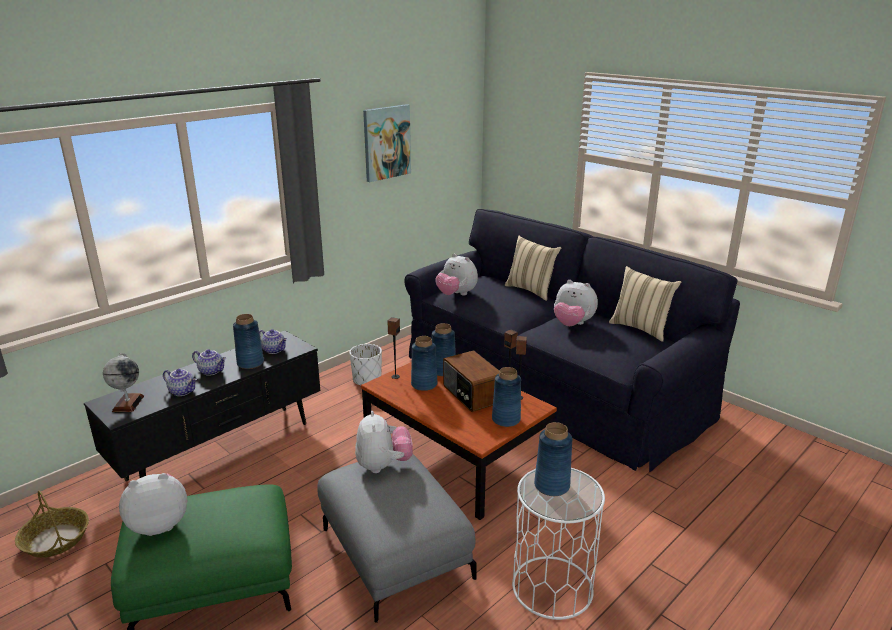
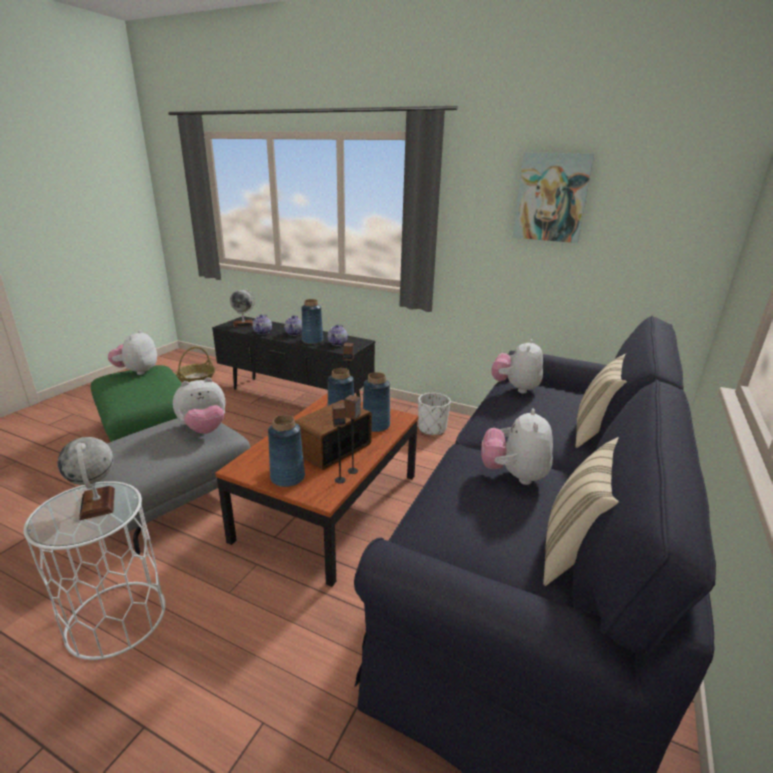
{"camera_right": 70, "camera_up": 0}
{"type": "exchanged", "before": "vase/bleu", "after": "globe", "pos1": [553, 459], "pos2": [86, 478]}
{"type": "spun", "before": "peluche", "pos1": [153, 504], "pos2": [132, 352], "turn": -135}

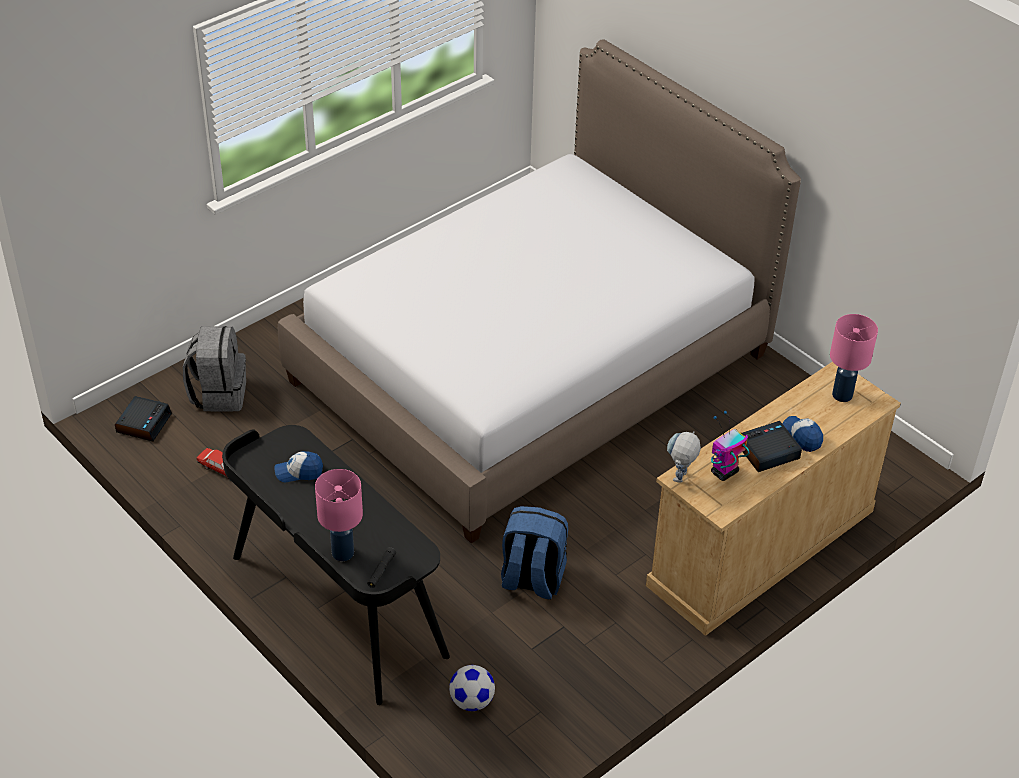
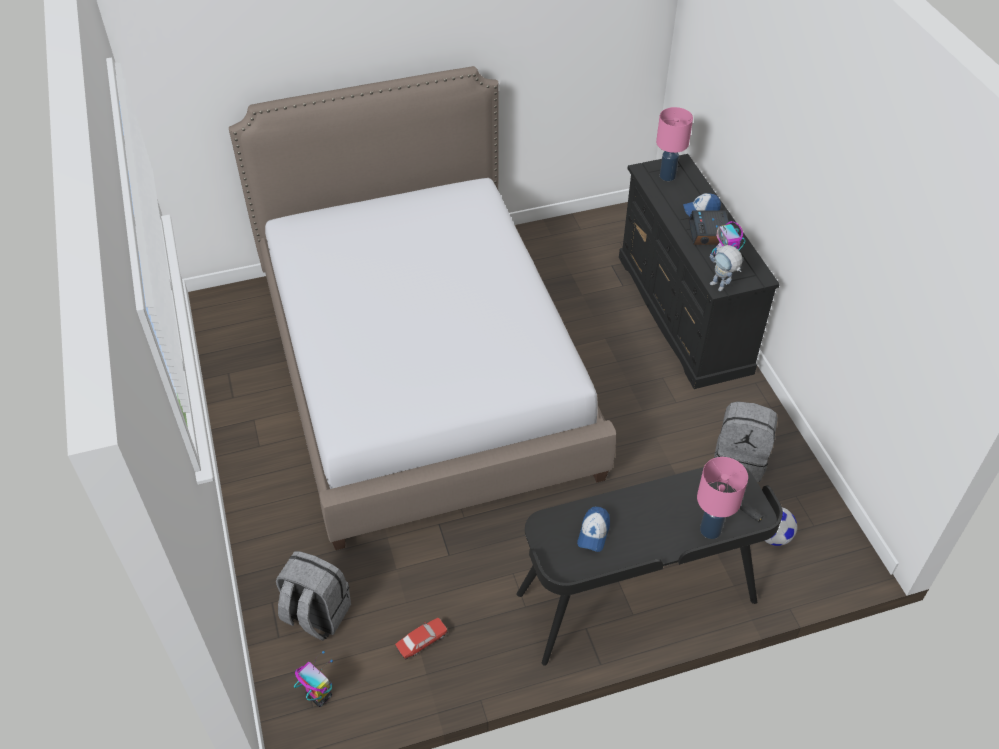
{"camera_right": -65, "camera_up": 5}
{"type": "missing", "before": "sac à dos/bleu", "pos1": [534, 552]}
{"type": "appeared", "after": "sac à dos/gris", "pos2": [746, 442]}
{"type": "exchanged", "before": "réveil", "after": "robot jouet", "pos1": [143, 419], "pos2": [313, 679]}
{"type": "colour", "before": "commode/beige", "after": "commode/noir", "pos1": [773, 499], "pos2": [699, 271]}

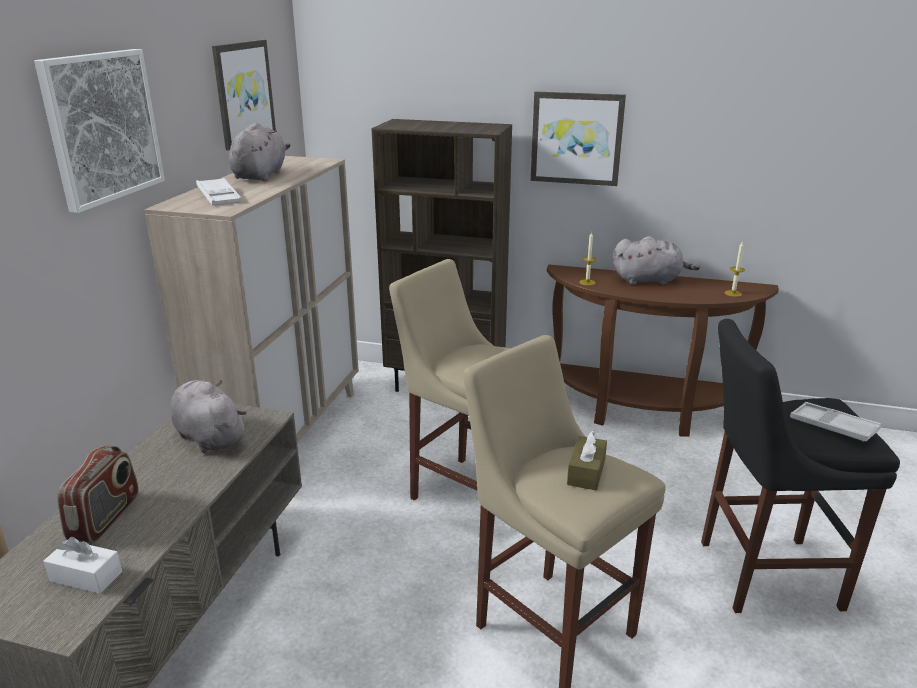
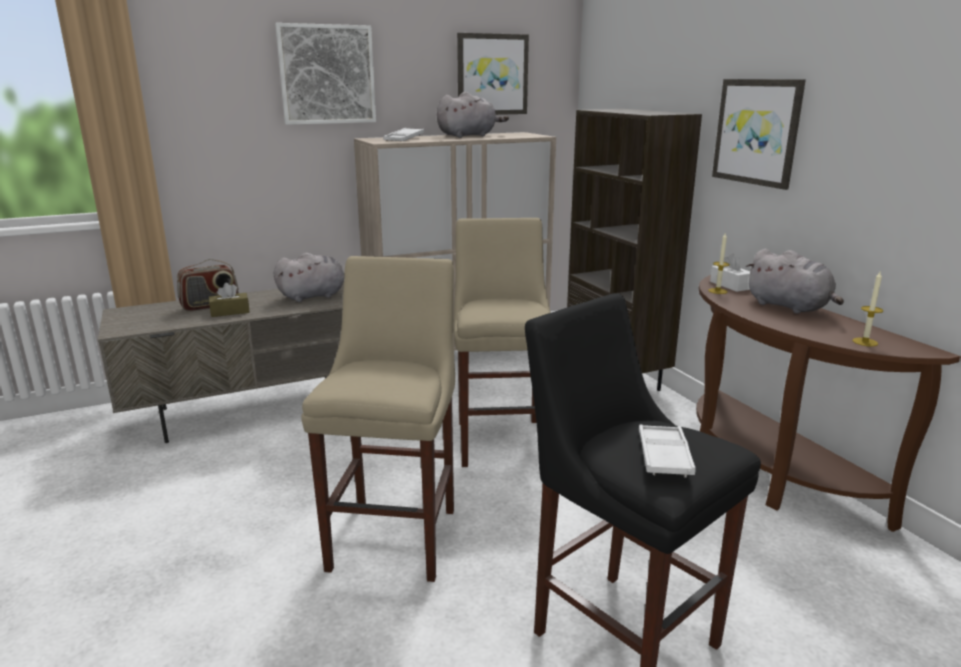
{"camera_right": 50, "camera_up": -5}
{"type": "relocated", "before": "boîte à mouchoirs/blanc", "pos1": [82, 565], "pos2": [730, 273]}
{"type": "relocated", "before": "boîte à mouchoirs/marron", "pos1": [587, 460], "pos2": [229, 300]}
{"type": "spun", "before": "peluche/gris", "pos1": [209, 416], "pos2": [309, 277], "turn": 60}

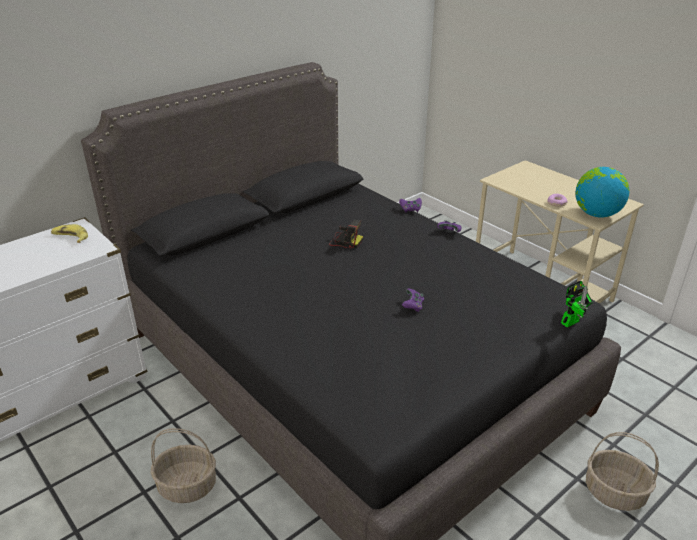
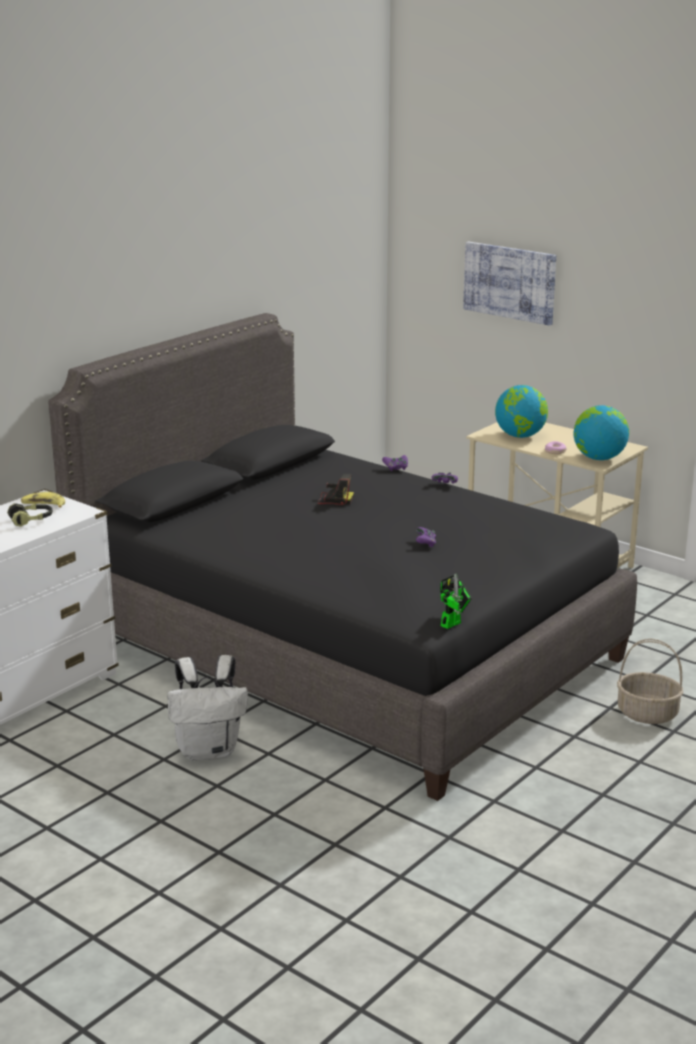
{"camera_right": -10, "camera_up": -10}
{"type": "appeared", "after": "casque audio", "pos2": [30, 515]}
{"type": "appeared", "after": "tableau", "pos2": [509, 283]}
{"type": "appeared", "after": "globe", "pos2": [521, 411]}
{"type": "relocated", "before": "robot jouet", "pos1": [577, 304], "pos2": [456, 601]}
{"type": "exchanged", "before": "panier", "after": "sac à dos/blanc", "pos1": [183, 465], "pos2": [207, 708]}

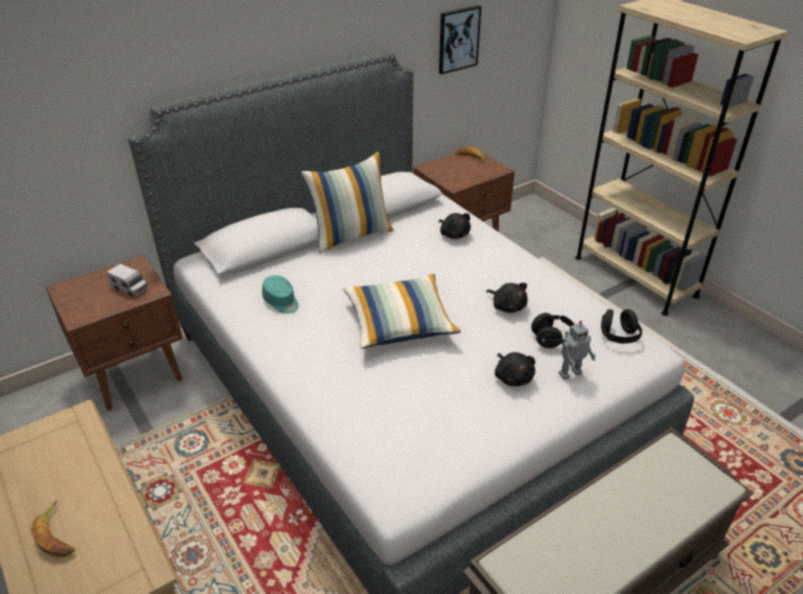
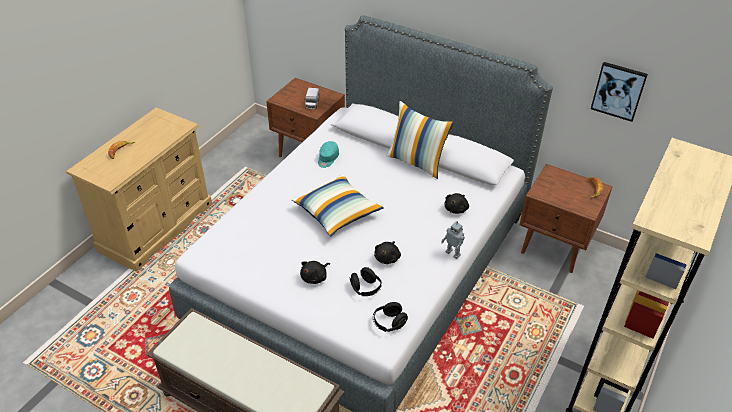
{"camera_right": 65, "camera_up": 5}
{"type": "relocated", "before": "robot jouet", "pos1": [577, 350], "pos2": [453, 240]}

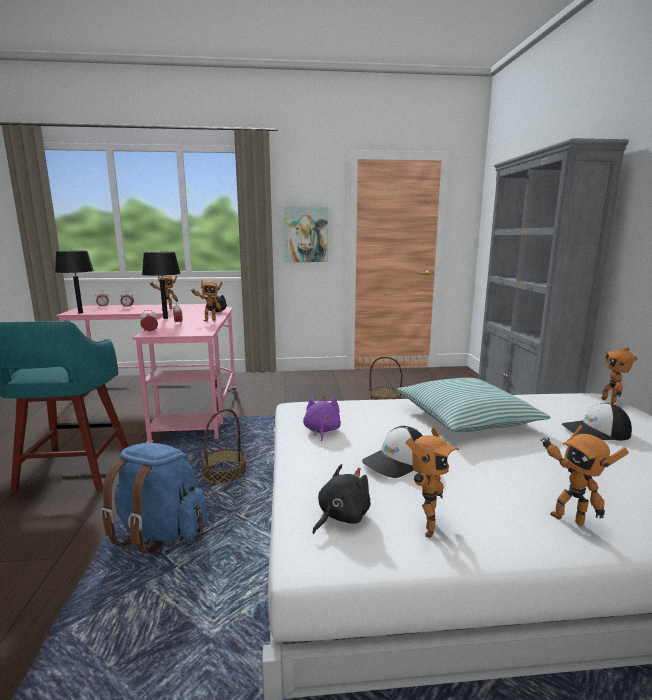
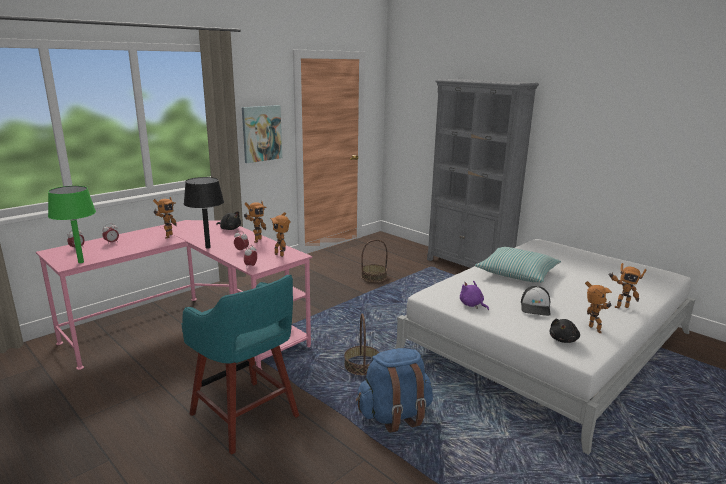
{"camera_right": -40, "camera_up": 5}
{"type": "missing", "before": "casquette", "pos1": [597, 422]}
{"type": "relocated", "before": "robot jouet", "pos1": [619, 375], "pos2": [280, 234]}
{"type": "colour", "before": "lampe de table/noir", "after": "lampe de table/vert", "pos1": [74, 282], "pos2": [72, 224]}
{"type": "spun", "before": "peluche/noir", "pos1": [341, 499], "pos2": [565, 331], "turn": -150}

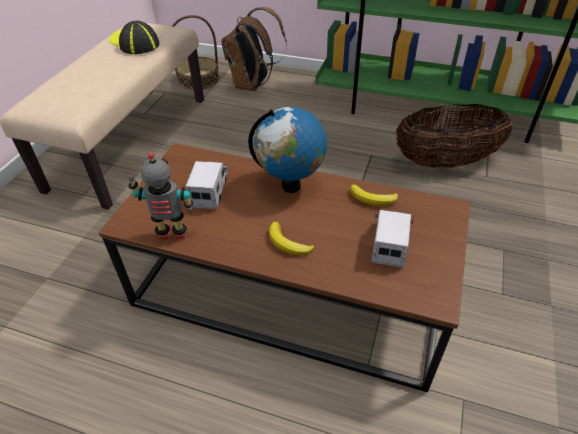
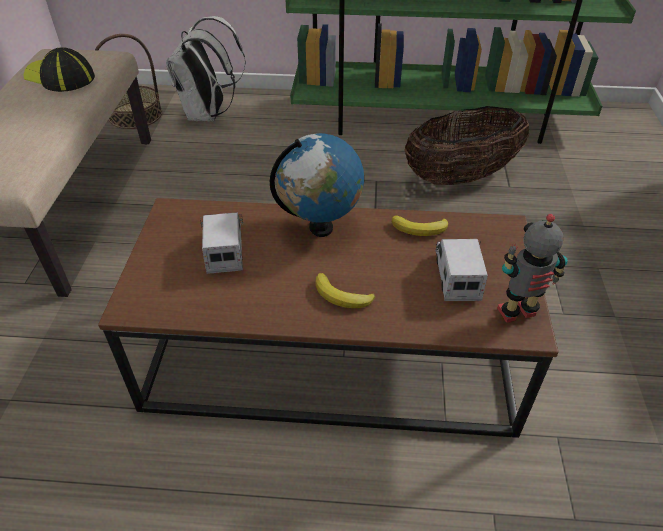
{"camera_right": -15, "camera_up": 0}
{"type": "relocated", "before": "robot jouet", "pos1": [160, 196], "pos2": [532, 268]}
{"type": "colour", "before": "sac à dos/marron", "after": "sac à dos/blanc", "pos1": [254, 49], "pos2": [206, 69]}

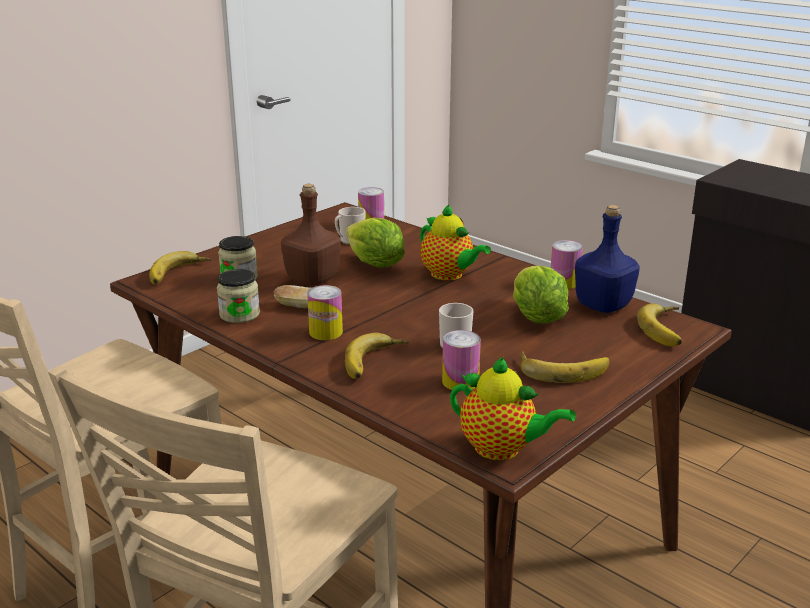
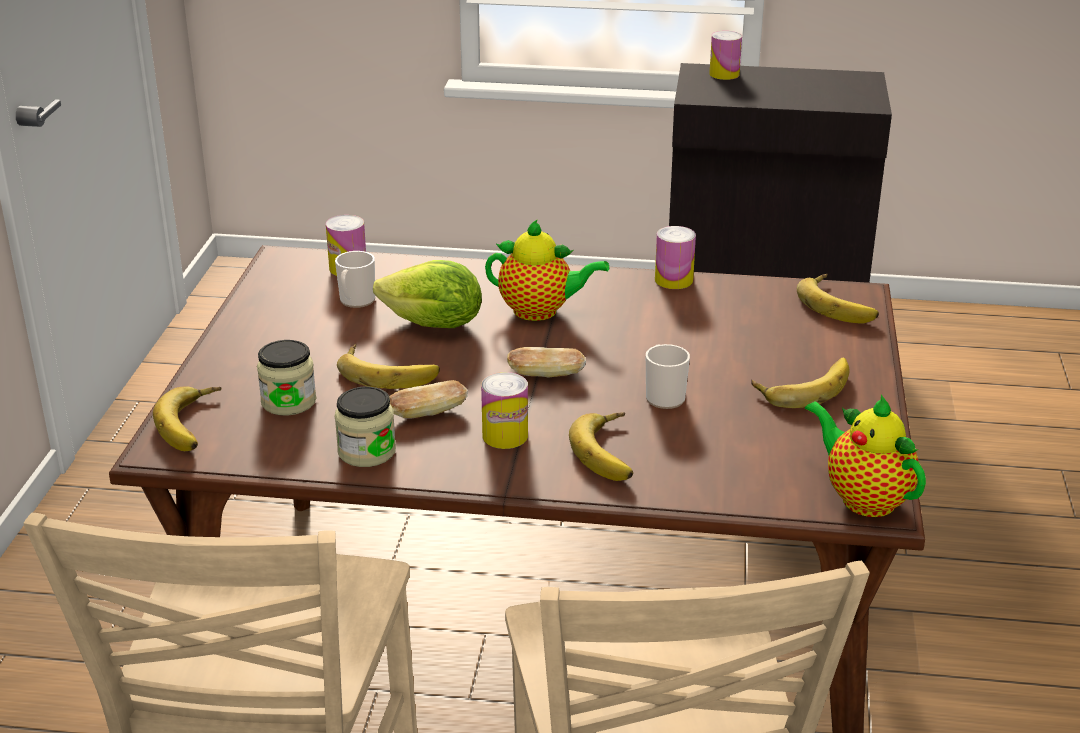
{"camera_right": -35, "camera_up": 5}
{"type": "missing", "before": "laitue", "pos1": [541, 295]}
{"type": "missing", "before": "bouteille/bleu", "pos1": [607, 259]}
{"type": "appeared", "after": "pain", "pos2": [546, 362]}
{"type": "relocated", "before": "boîte métallique", "pos1": [461, 360], "pos2": [725, 55]}
{"type": "exchanged", "before": "bouteille/marron", "after": "banane", "pos1": [311, 235], "pos2": [388, 366]}
{"type": "spun", "before": "théière", "pos1": [513, 408], "pos2": [865, 456], "turn": -120}

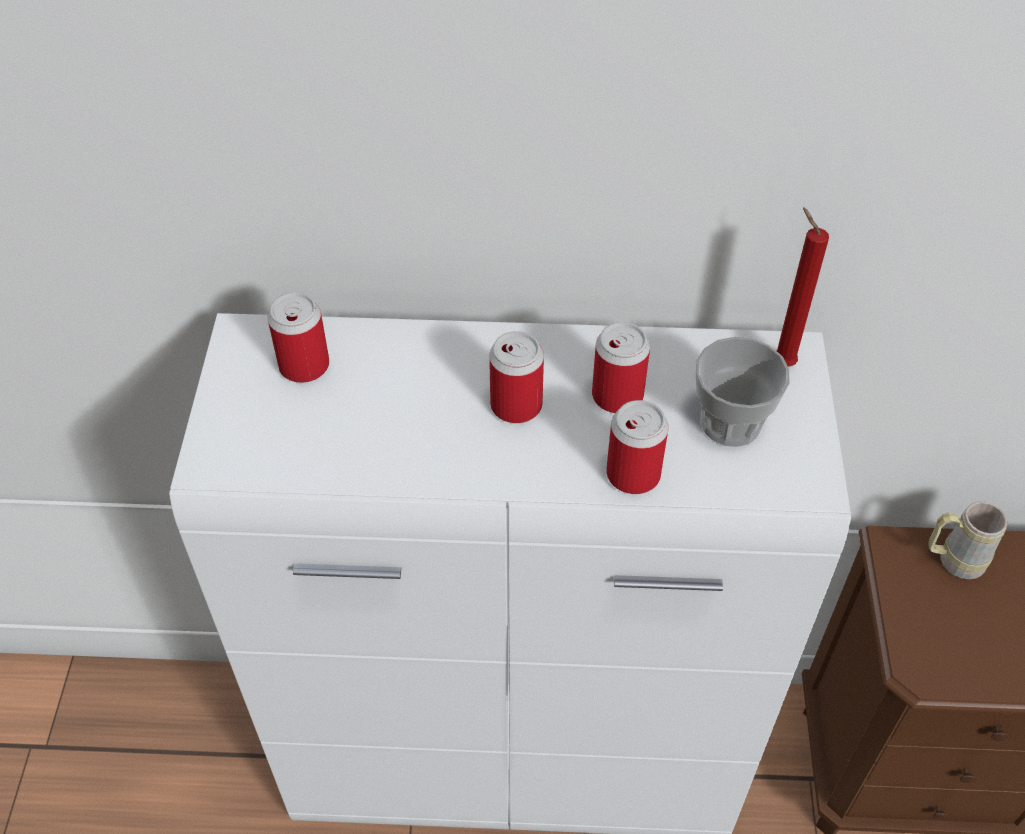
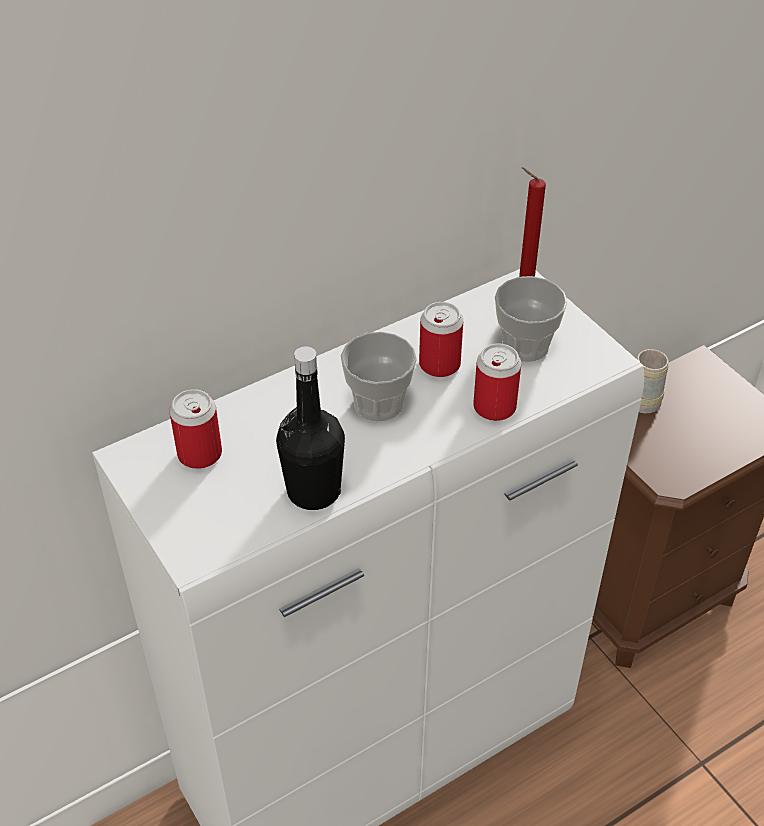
{"camera_right": -35, "camera_up": -5}
{"type": "appeared", "after": "bouteille/noir", "pos2": [310, 428]}
{"type": "exchanged", "before": "boîte métallique", "after": "tasse", "pos1": [516, 377], "pos2": [379, 377]}

